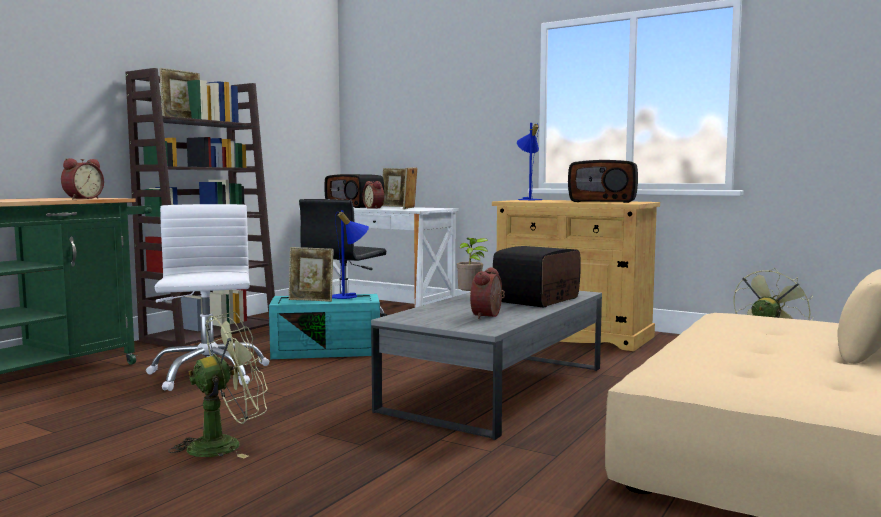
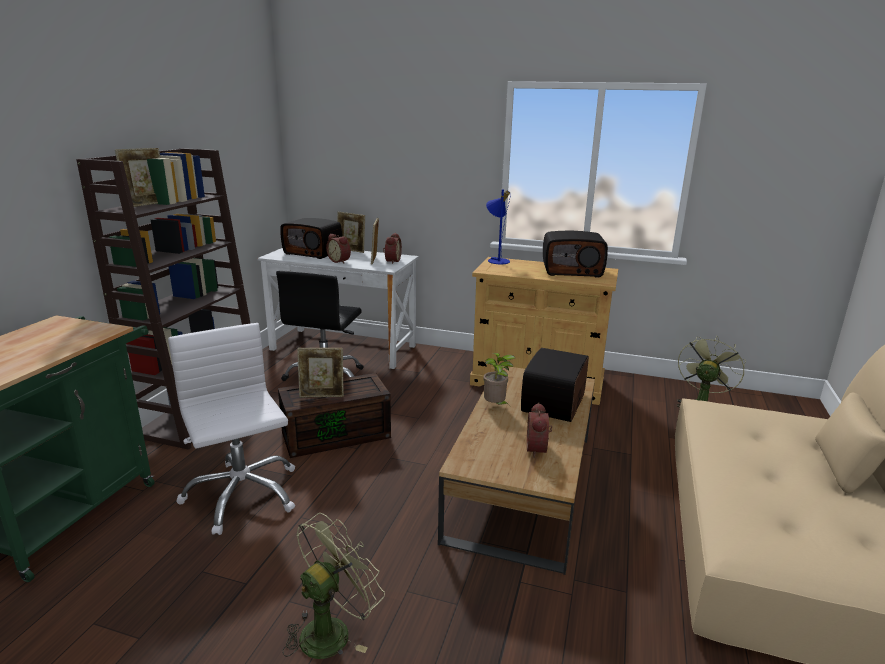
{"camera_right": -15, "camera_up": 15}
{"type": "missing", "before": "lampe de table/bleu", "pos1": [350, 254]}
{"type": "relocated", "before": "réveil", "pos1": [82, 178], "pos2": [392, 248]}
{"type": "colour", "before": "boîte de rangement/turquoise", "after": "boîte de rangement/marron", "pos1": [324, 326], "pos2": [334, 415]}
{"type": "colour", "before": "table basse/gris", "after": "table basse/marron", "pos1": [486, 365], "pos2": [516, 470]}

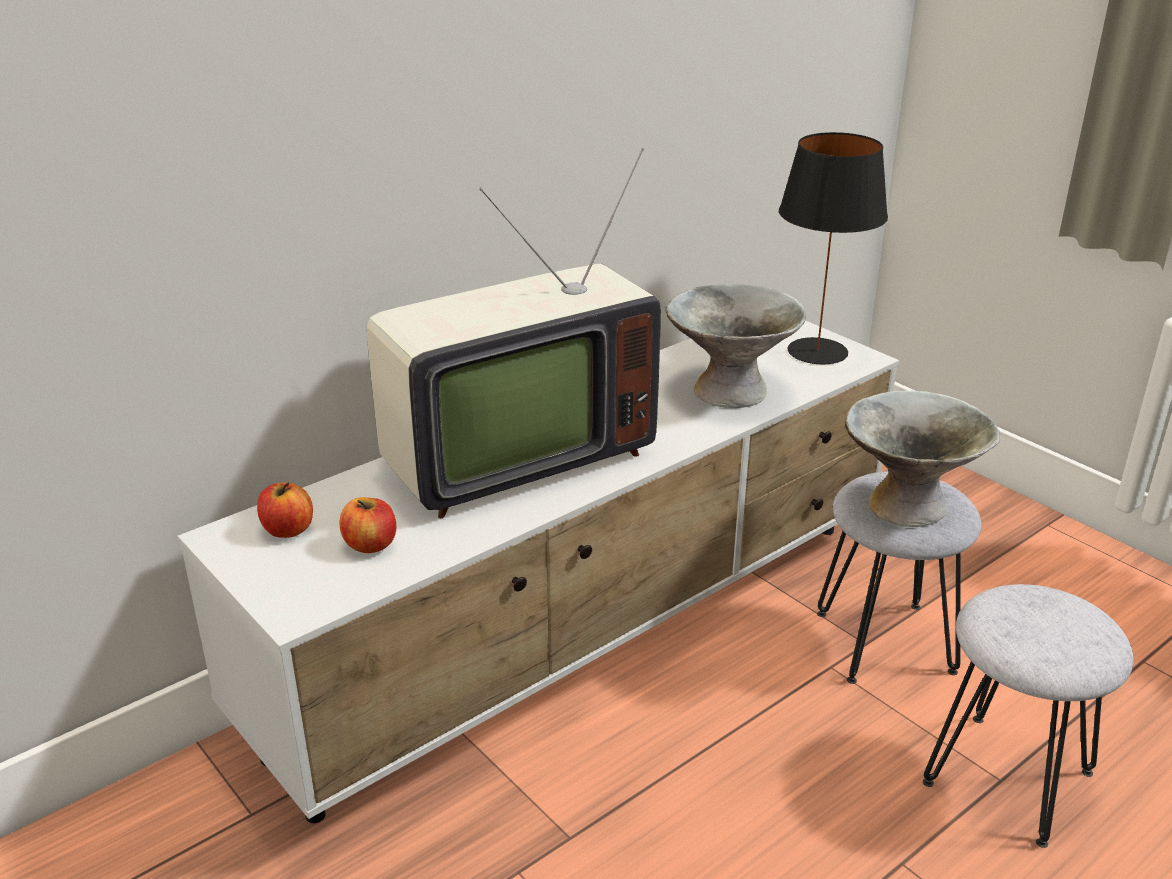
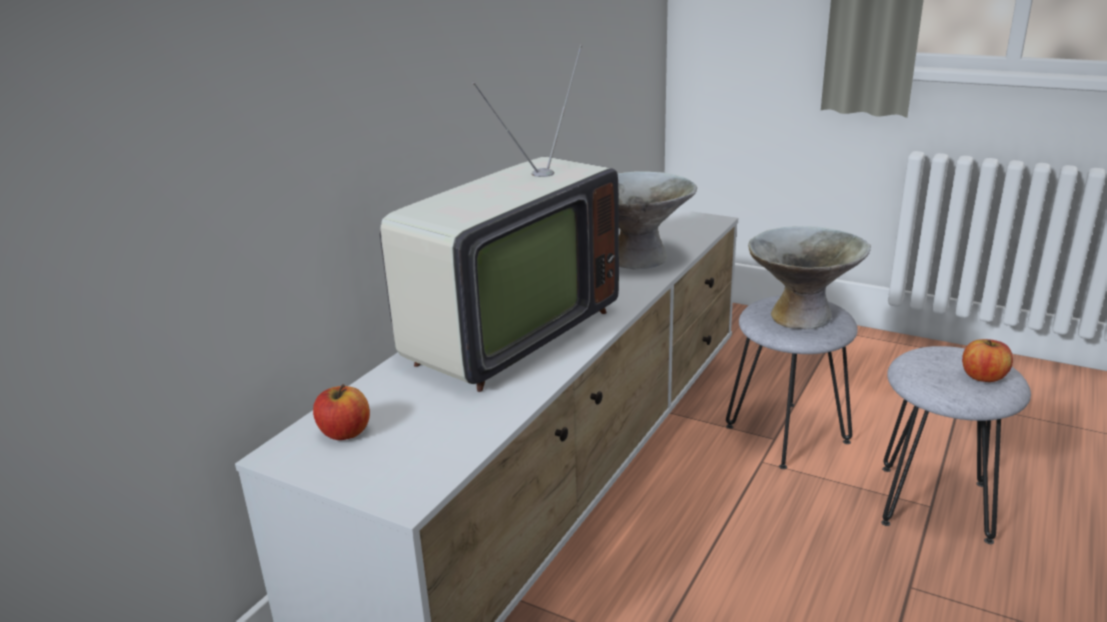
{"camera_right": -20, "camera_up": -5}
{"type": "missing", "before": "lampe de table/noir", "pos1": [833, 248]}
{"type": "relocated", "before": "pomme", "pos1": [367, 525], "pos2": [987, 360]}

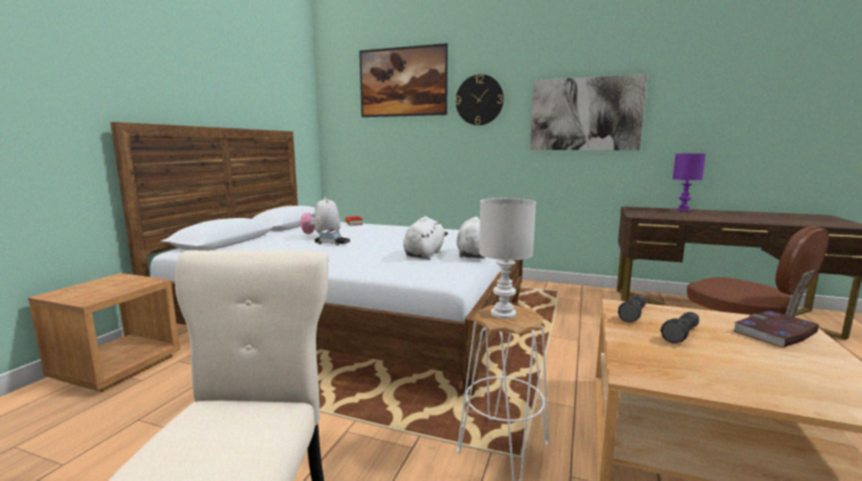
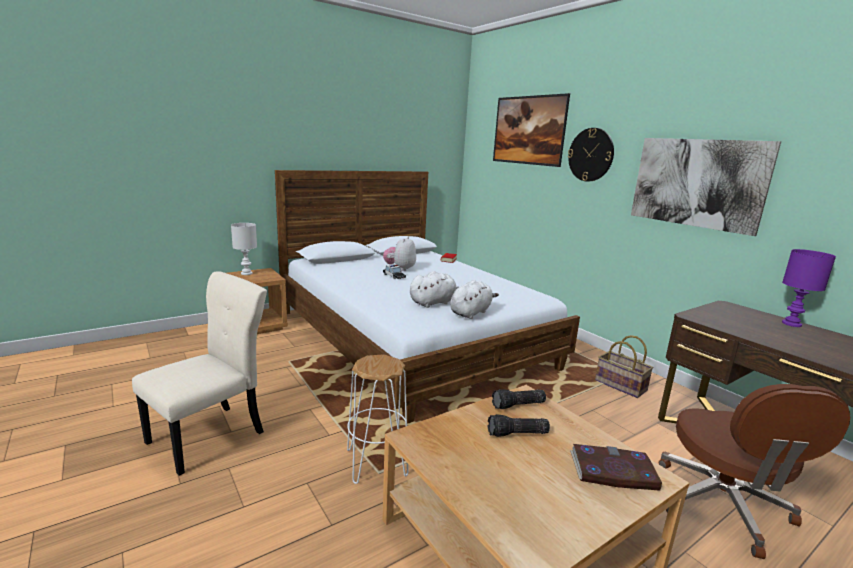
{"camera_right": 35, "camera_up": 5}
{"type": "appeared", "after": "panier", "pos2": [624, 366]}
{"type": "relocated", "before": "lampe de table/blanc", "pos1": [507, 258], "pos2": [244, 249]}

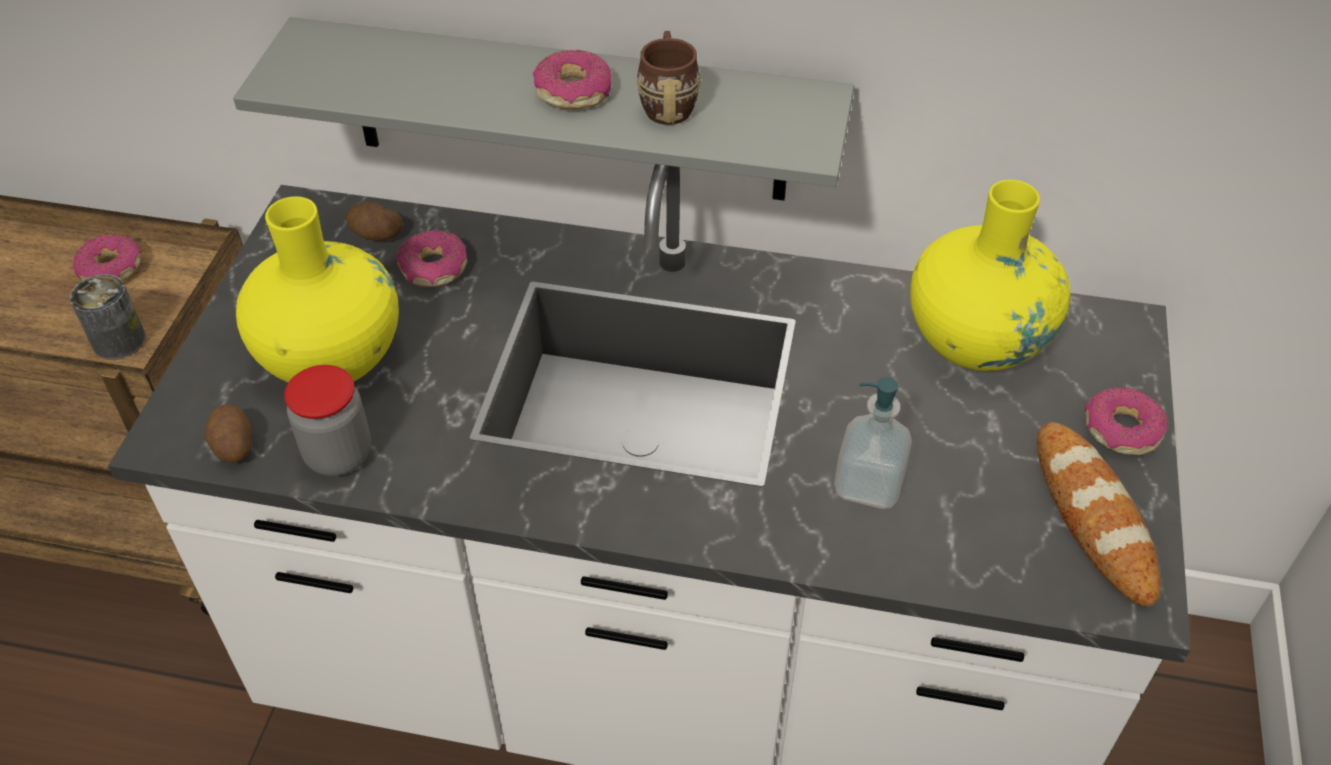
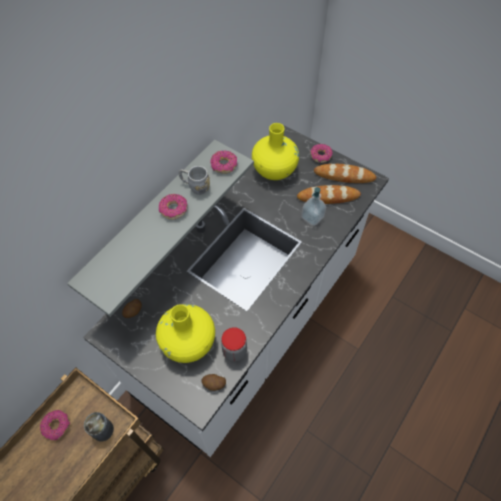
{"camera_right": -65, "camera_up": 10}
{"type": "appeared", "after": "pain", "pos2": [329, 194]}
{"type": "relocated", "before": "beignet", "pos1": [431, 258], "pos2": [223, 162]}
{"type": "colour", "before": "mug/marron", "after": "mug/gris", "pos1": [669, 78], "pos2": [194, 180]}

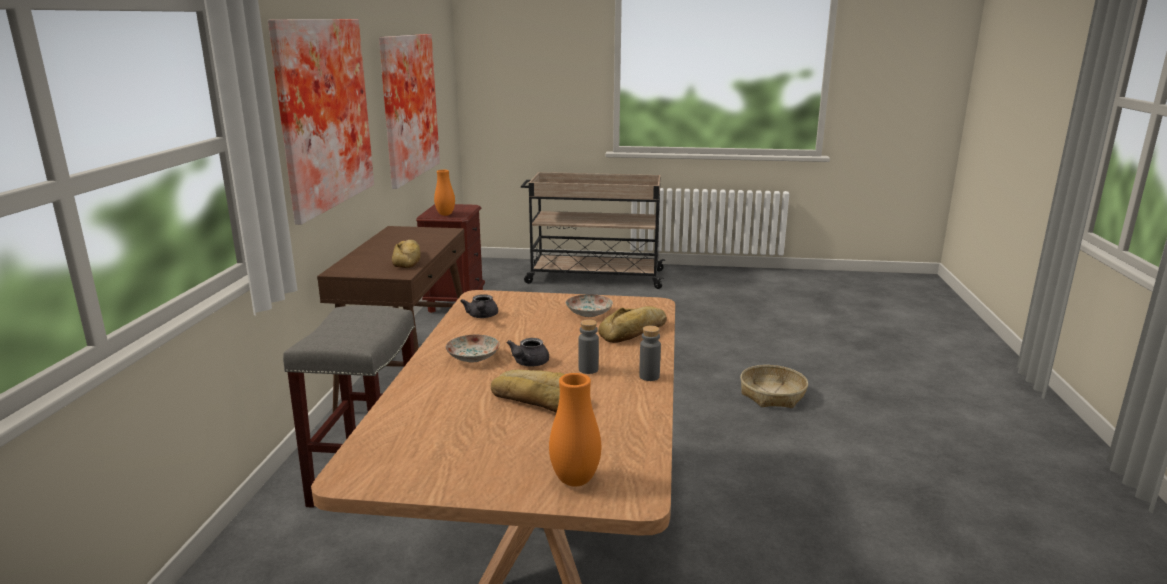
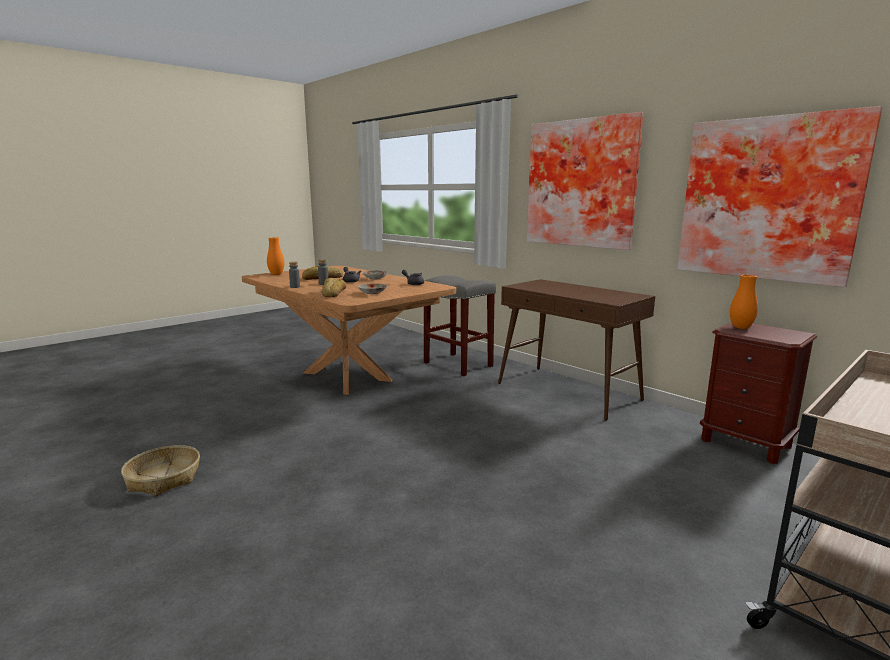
{"camera_right": 130, "camera_up": -5}
{"type": "missing", "before": "pain", "pos1": [406, 254]}
{"type": "relocated", "before": "panier", "pos1": [774, 386], "pos2": [160, 470]}

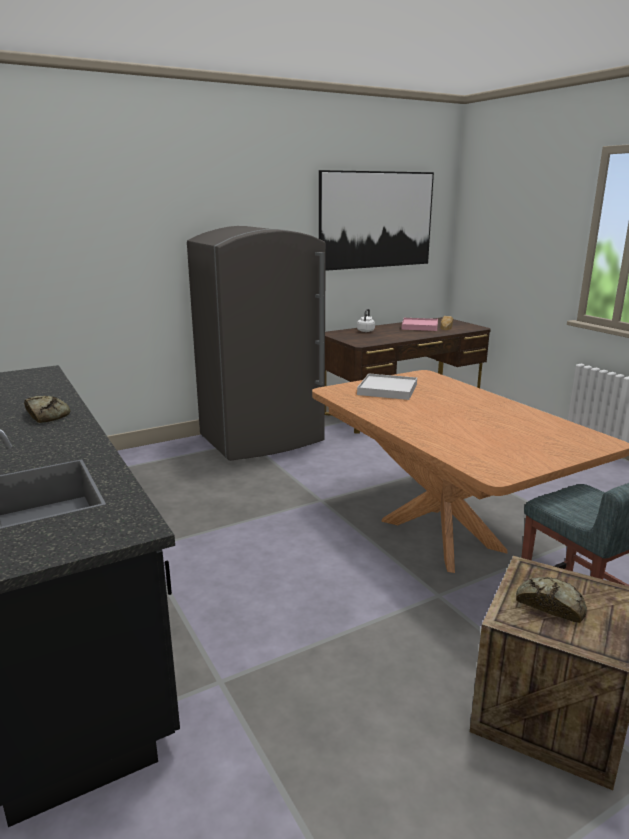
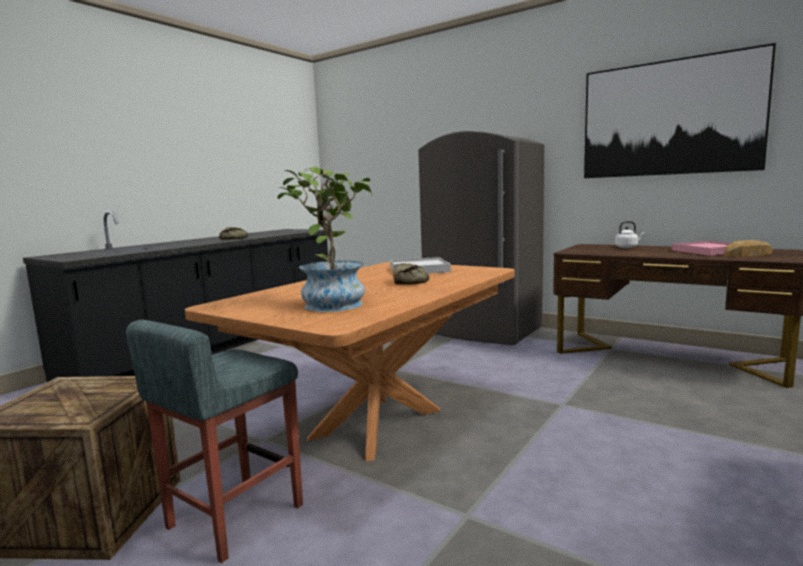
{"camera_right": 65, "camera_up": -10}
{"type": "appeared", "after": "plante en pot", "pos2": [325, 239]}
{"type": "relocated", "before": "pain", "pos1": [551, 600], "pos2": [411, 274]}

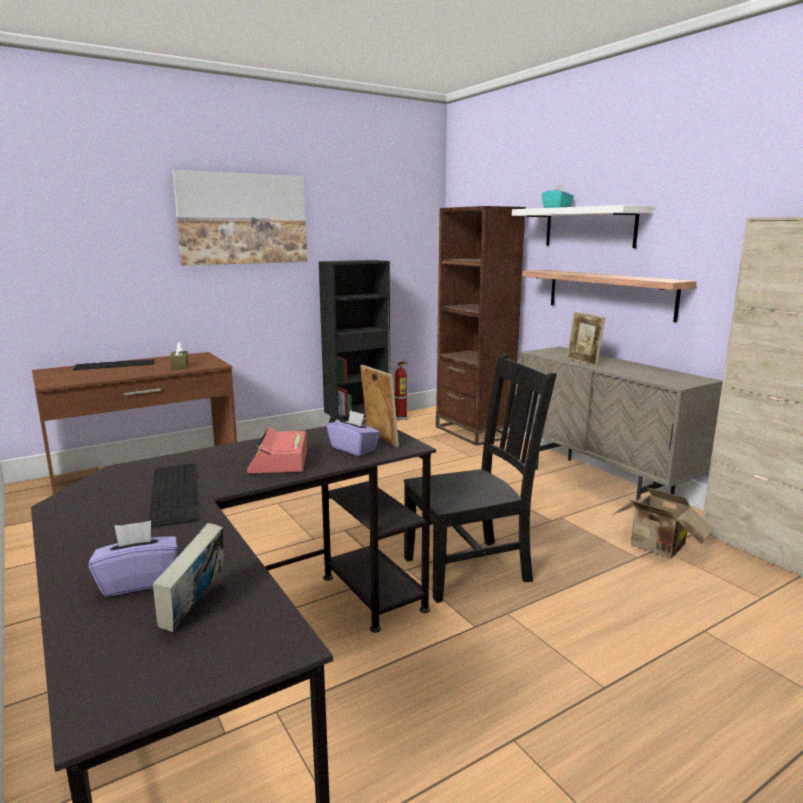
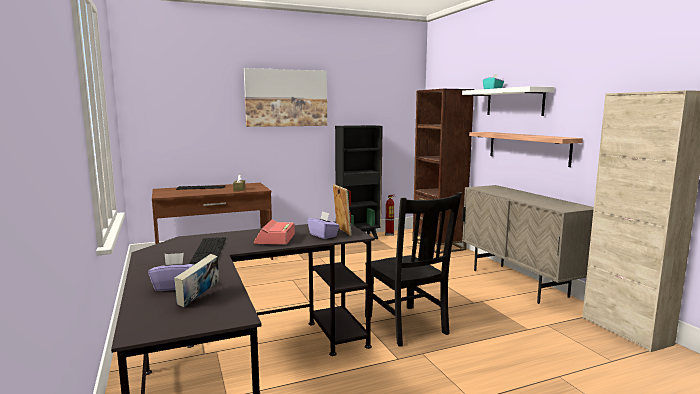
{"camera_right": 10, "camera_up": -5}
{"type": "missing", "before": "cadre photo", "pos1": [586, 339]}
{"type": "missing", "before": "carton", "pos1": [663, 522]}
{"type": "spun", "before": "chaise/noir", "pos1": [480, 478], "pos2": [413, 269], "turn": 75}

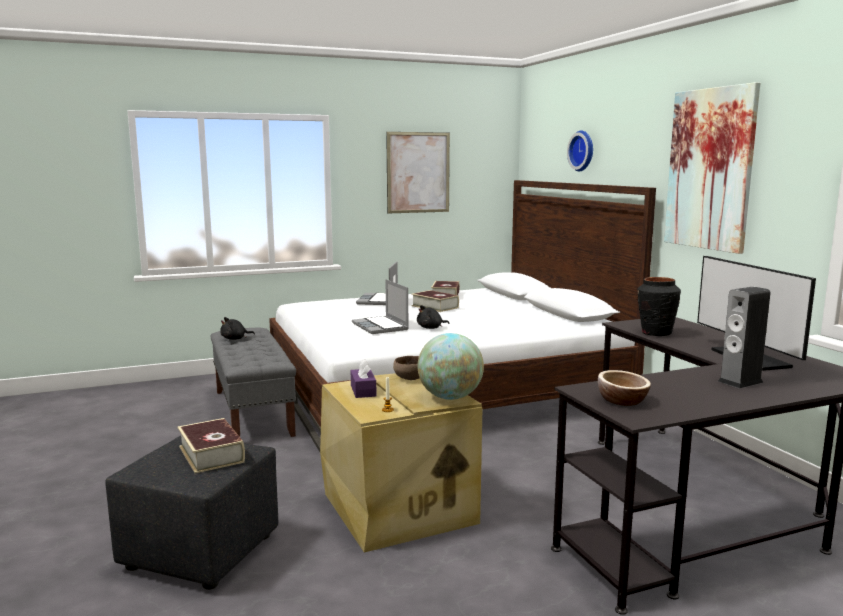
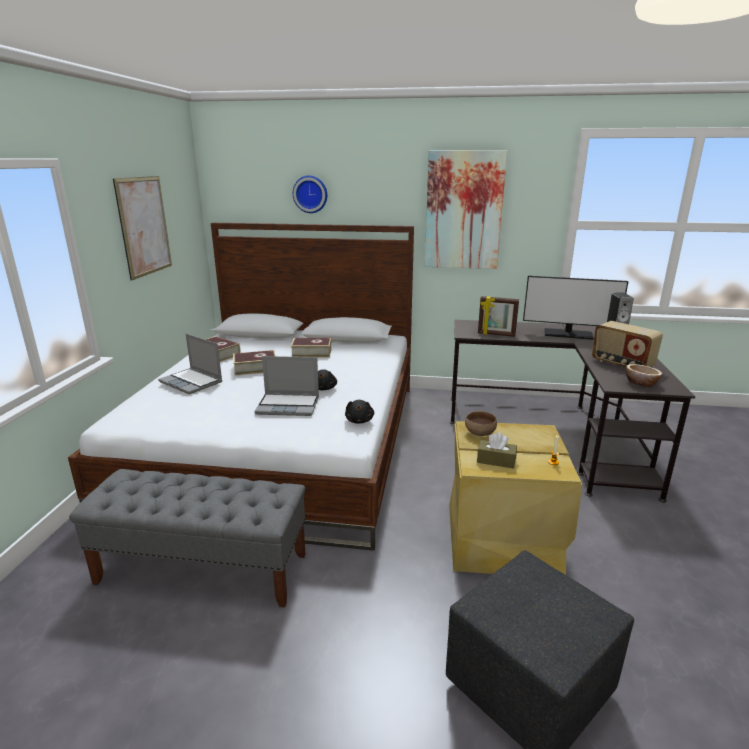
{"camera_right": -60, "camera_up": 10}
{"type": "missing", "before": "globe", "pos1": [451, 366]}
{"type": "appeared", "after": "radio", "pos2": [627, 344]}
{"type": "relocated", "before": "livre", "pos1": [211, 446], "pos2": [311, 347]}
{"type": "relocated", "before": "peluche/noir", "pos1": [237, 328], "pos2": [359, 412]}
{"type": "exchanged", "before": "vase/noir", "after": "cadre photo", "pos1": [659, 306], "pos2": [498, 316]}
{"type": "colour", "before": "boîte à mouchoirs/violet", "after": "boîte à mouchoirs/marron", "pos1": [364, 378], "pos2": [497, 450]}

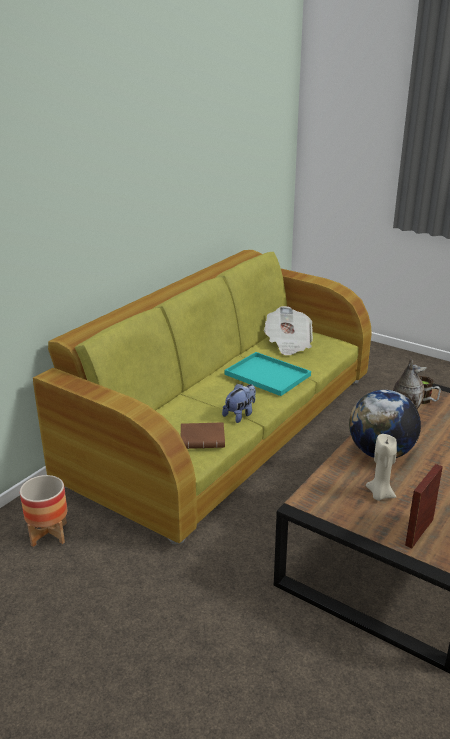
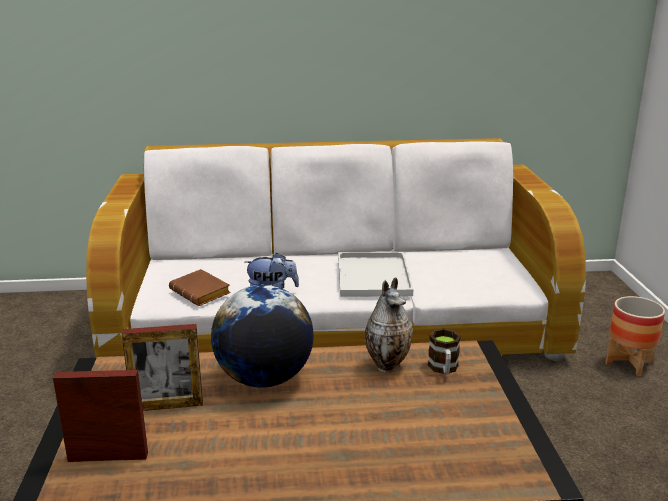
{"camera_right": 50, "camera_up": -5}
{"type": "missing", "before": "journal", "pos1": [288, 331]}
{"type": "relocated", "before": "cache-pot", "pos1": [43, 511], "pos2": [635, 336]}
{"type": "exchanged", "before": "bougie/beige", "after": "cadre photo", "pos1": [381, 467], "pos2": [162, 367]}
{"type": "colour", "before": "canapé/vert", "after": "canapé/blanc", "pos1": [202, 397], "pos2": [336, 250]}
{"type": "colour", "before": "plateau/turquoise", "after": "plateau/blanc", "pos1": [268, 374], "pos2": [375, 274]}

